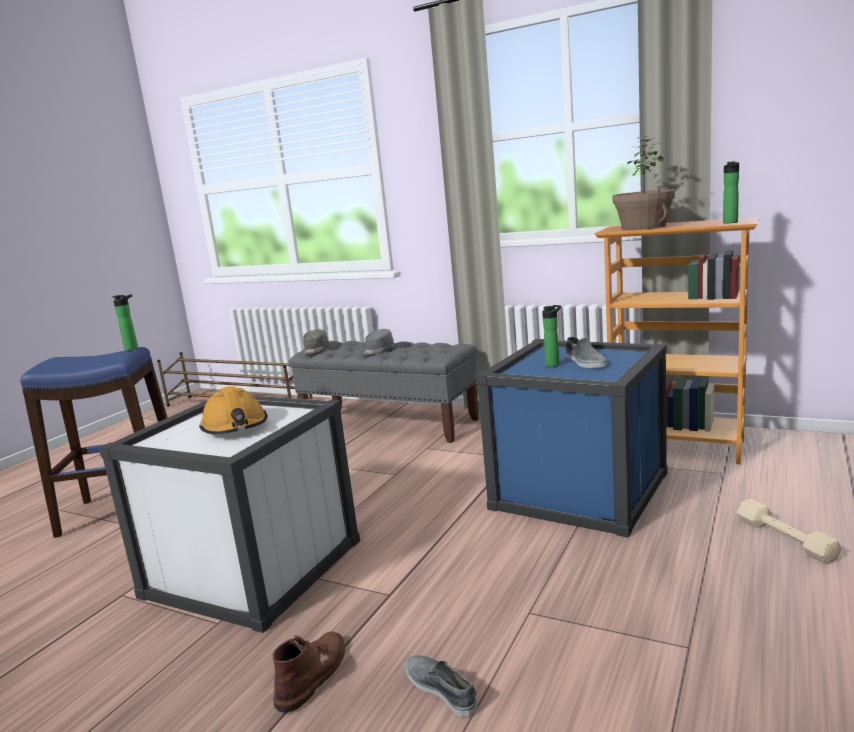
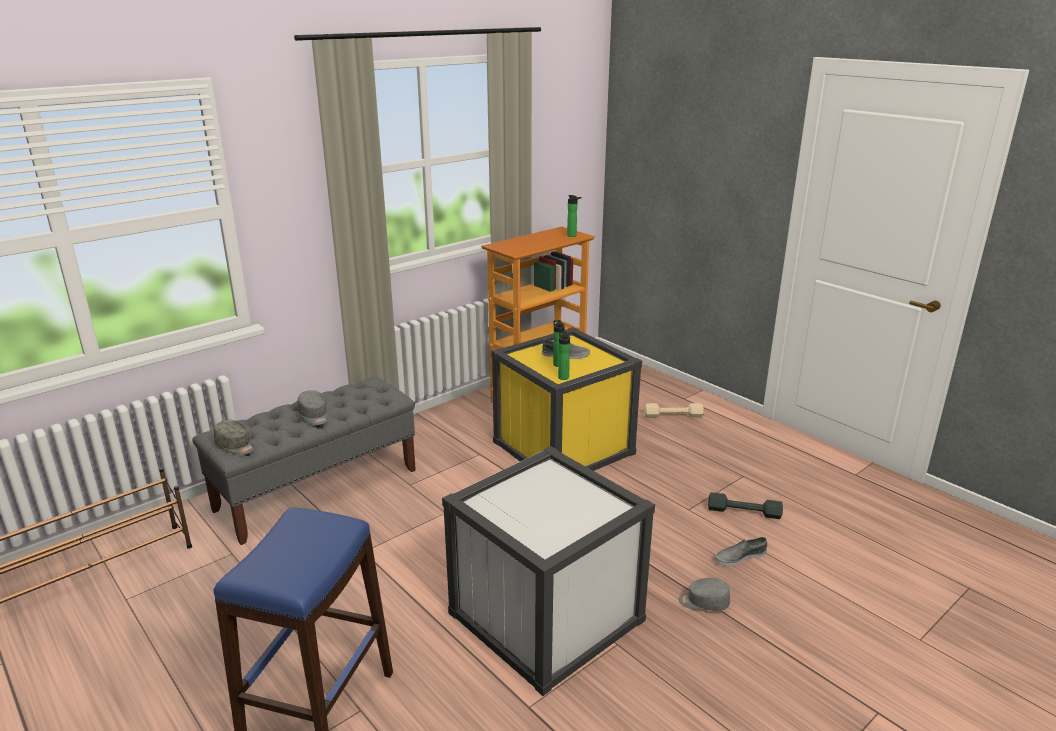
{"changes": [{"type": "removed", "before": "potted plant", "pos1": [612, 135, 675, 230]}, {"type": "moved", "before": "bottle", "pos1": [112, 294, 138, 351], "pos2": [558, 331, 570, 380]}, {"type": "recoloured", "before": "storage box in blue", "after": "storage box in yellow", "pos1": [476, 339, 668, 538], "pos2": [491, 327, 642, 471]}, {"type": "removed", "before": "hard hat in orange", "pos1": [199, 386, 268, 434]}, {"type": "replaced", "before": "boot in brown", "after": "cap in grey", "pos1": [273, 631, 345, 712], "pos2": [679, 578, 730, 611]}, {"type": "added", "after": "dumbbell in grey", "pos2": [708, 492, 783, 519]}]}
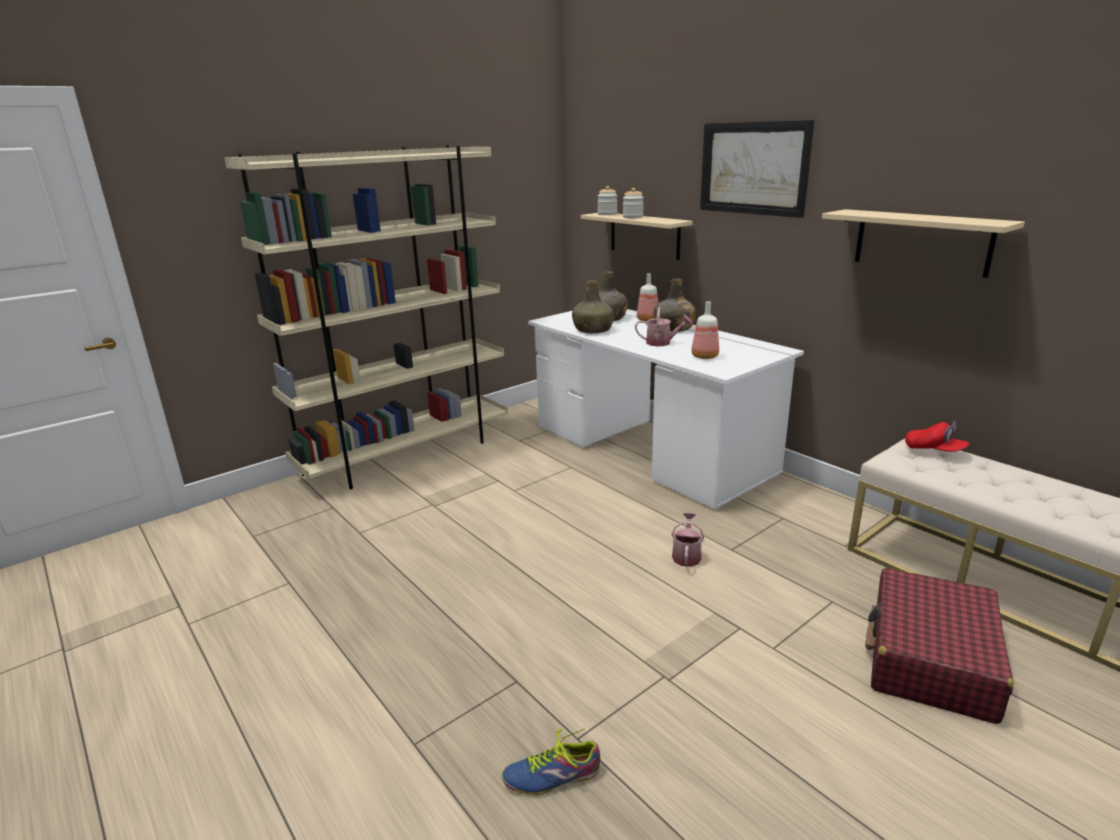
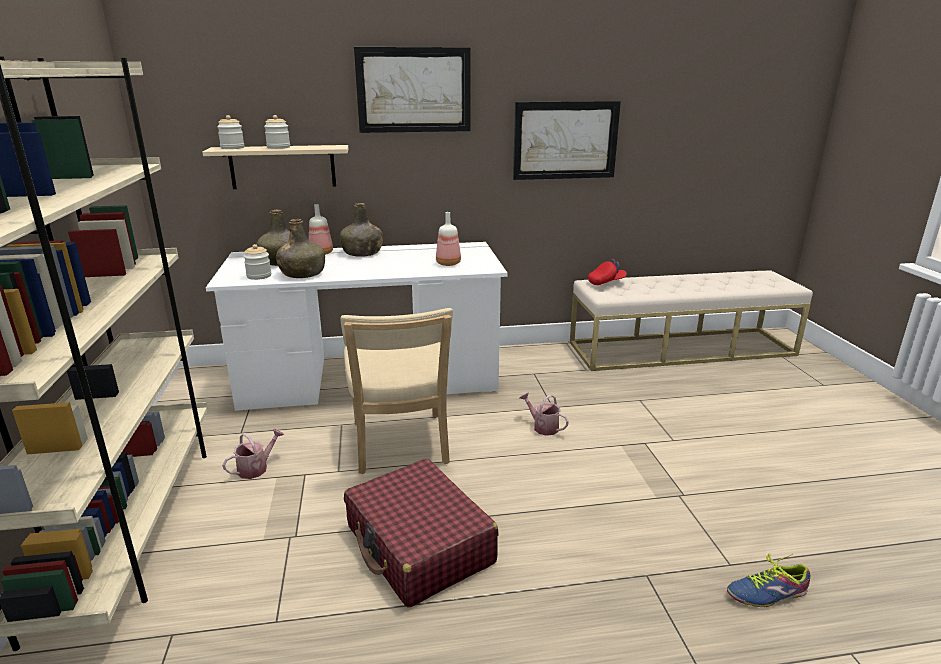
{"changes": [{"type": "replaced", "before": "shelf in beige", "after": "picture", "pos1": [822, 209, 1025, 278], "pos2": [513, 101, 621, 180]}, {"type": "moved", "before": "watering can", "pos1": [635, 307, 692, 346], "pos2": [222, 429, 284, 479]}, {"type": "moved", "before": "suitcase in red", "pos1": [865, 568, 1014, 724], "pos2": [344, 459, 499, 608]}, {"type": "turned", "before": "shoe", "pos1": [502, 728, 600, 795], "pos2": [727, 554, 810, 607], "turn": 60}, {"type": "added", "after": "jar", "pos2": [243, 244, 271, 280]}, {"type": "added", "after": "chair in beige", "pos2": [340, 308, 453, 474]}]}
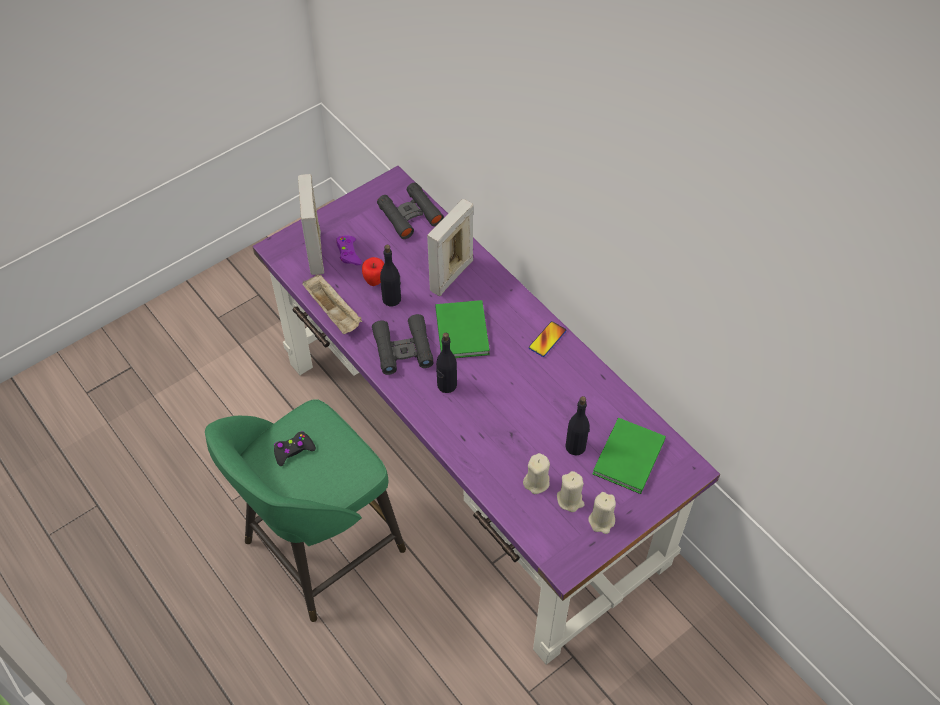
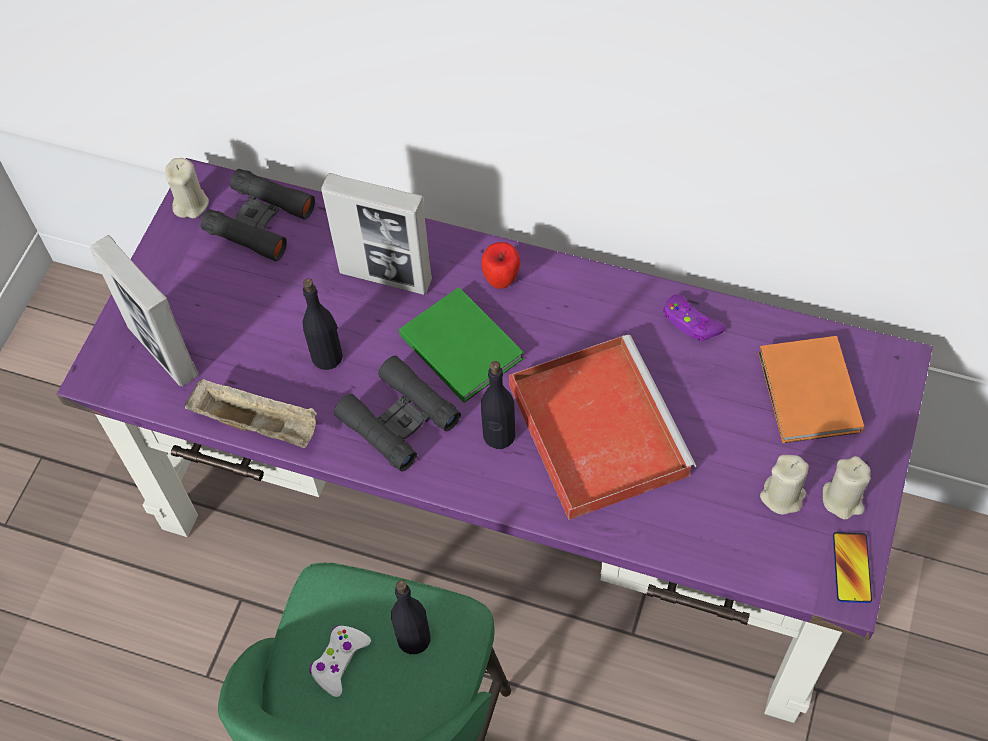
{"changes": [{"type": "turned", "before": "picture frame", "pos1": [427, 199, 474, 296], "pos2": [321, 173, 432, 295], "turn": -75}, {"type": "moved", "before": "game controller in purple", "pos1": [336, 235, 362, 265], "pos2": [663, 294, 725, 341]}, {"type": "moved", "before": "apple", "pos1": [362, 257, 384, 286], "pos2": [482, 242, 520, 289]}, {"type": "moved", "before": "phone", "pos1": [529, 321, 567, 357], "pos2": [833, 532, 872, 603]}, {"type": "moved", "before": "bottle in black", "pos1": [565, 396, 590, 456], "pos2": [391, 580, 431, 654]}, {"type": "recoloured", "before": "book in green", "after": "book in orange", "pos1": [593, 418, 666, 494], "pos2": [758, 336, 864, 443]}, {"type": "recoloured", "before": "game controller in black", "after": "game controller in white", "pos1": [274, 431, 316, 466], "pos2": [310, 625, 371, 697]}, {"type": "moved", "before": "candle in beige", "pos1": [523, 453, 550, 494], "pos2": [165, 158, 209, 218]}, {"type": "added", "after": "tray in red", "pos2": [509, 335, 696, 520]}]}
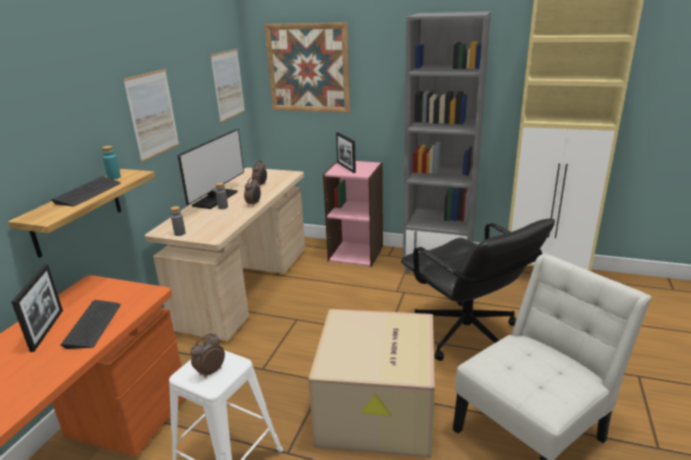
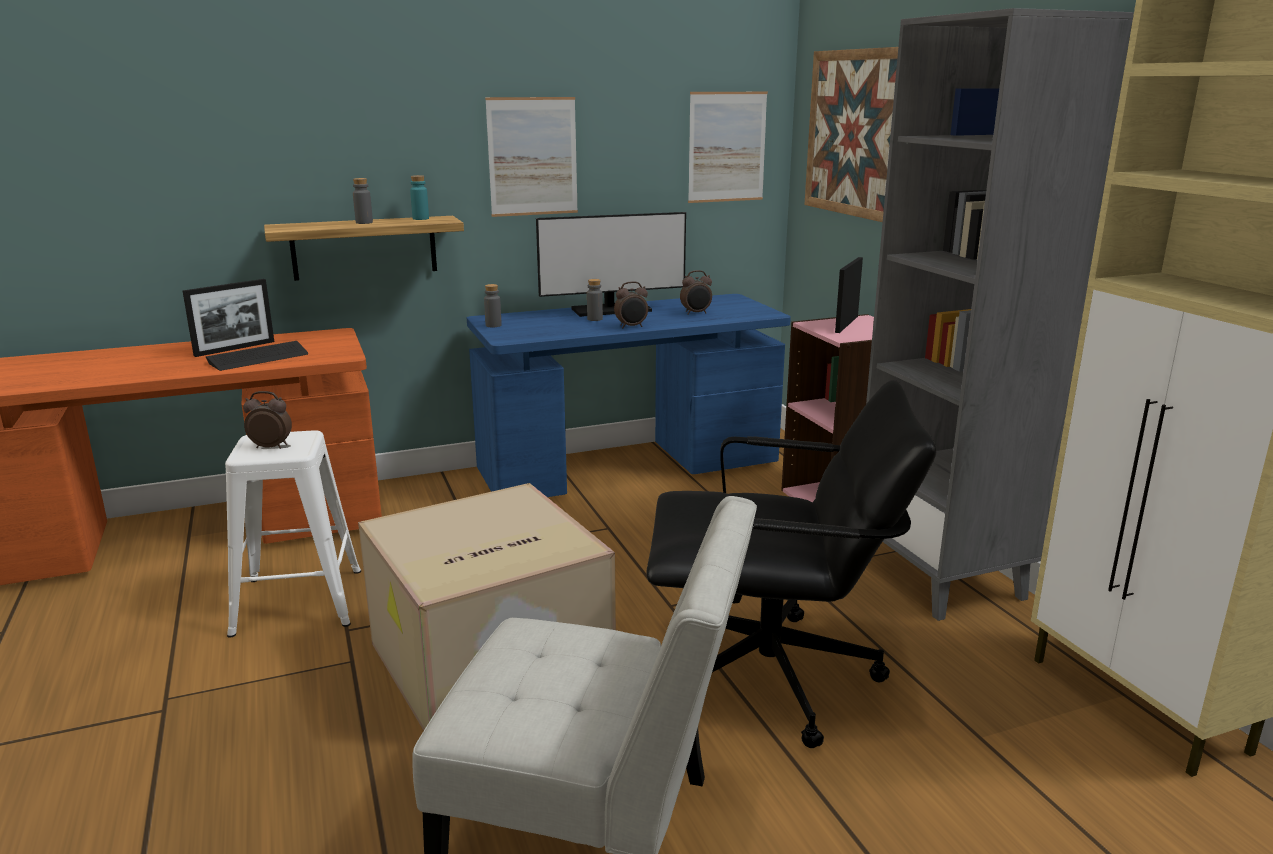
{"changes": [{"type": "recoloured", "before": "desk in beige", "after": "desk in blue", "pos1": [145, 168, 305, 341], "pos2": [467, 294, 791, 497]}, {"type": "replaced", "before": "keyboard", "after": "bottle in grey", "pos1": [51, 176, 121, 206], "pos2": [353, 178, 373, 224]}, {"type": "turned", "before": "office chair in black", "pos1": [401, 218, 555, 361], "pos2": [647, 380, 936, 748], "turn": -105}]}
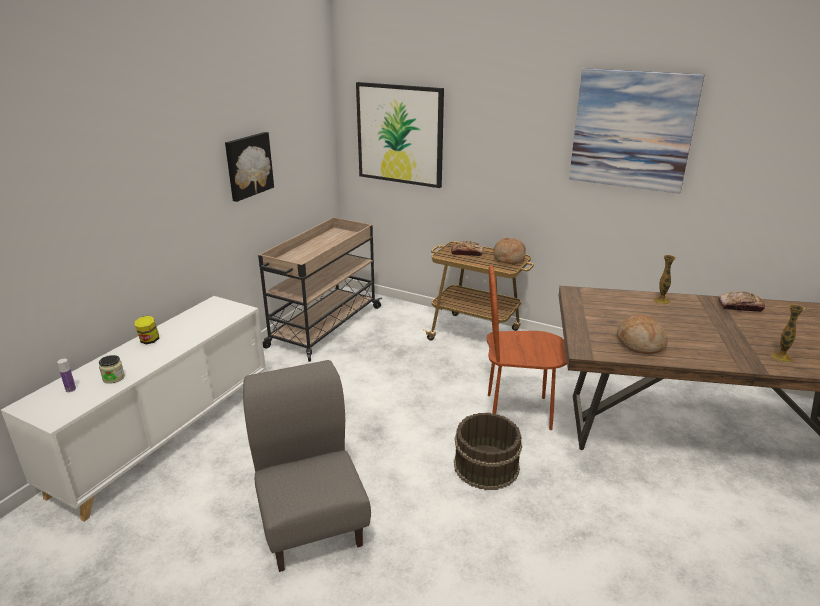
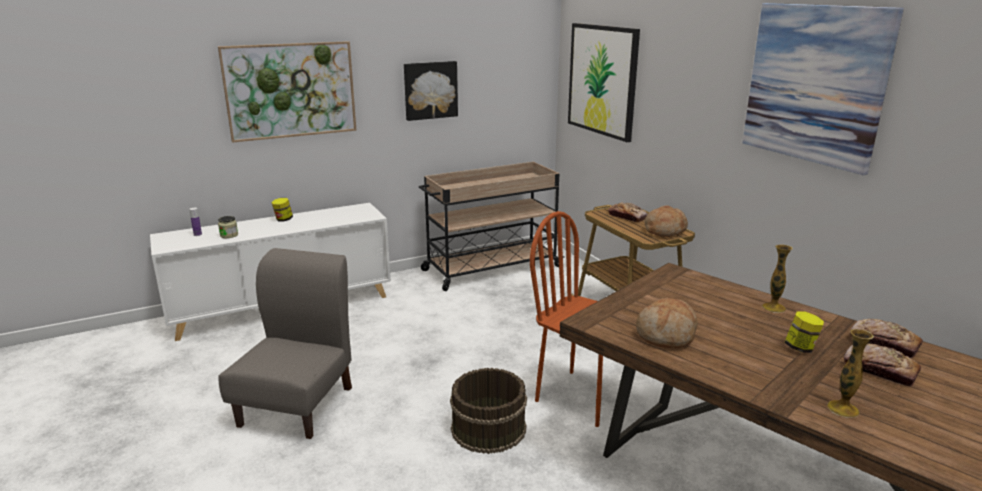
{"changes": [{"type": "added", "after": "picture", "pos2": [218, 41, 357, 143]}, {"type": "added", "after": "jar", "pos2": [784, 311, 824, 353]}, {"type": "added", "after": "bread", "pos2": [844, 343, 921, 386]}]}
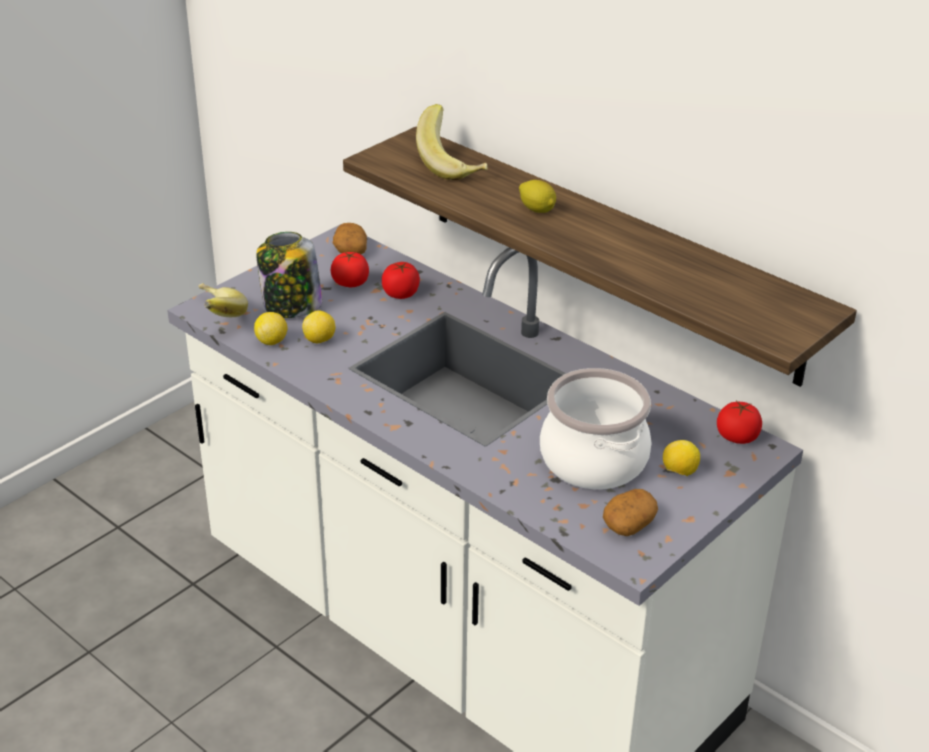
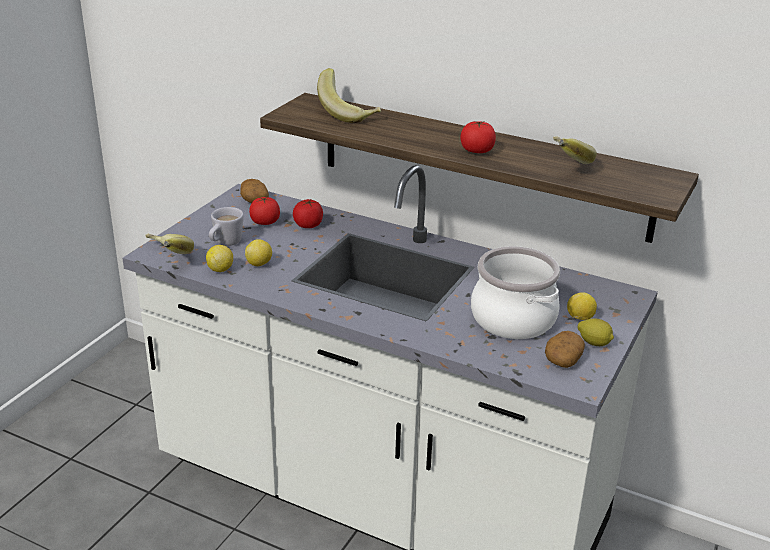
{"changes": [{"type": "moved", "before": "lemon", "pos1": [519, 180, 556, 213], "pos2": [578, 318, 614, 346]}, {"type": "replaced", "before": "jar", "after": "mug in white", "pos1": [256, 232, 322, 318], "pos2": [209, 207, 244, 246]}, {"type": "moved", "before": "tomato", "pos1": [717, 402, 762, 444], "pos2": [460, 121, 496, 153]}, {"type": "added", "after": "banana", "pos2": [553, 136, 597, 164]}]}
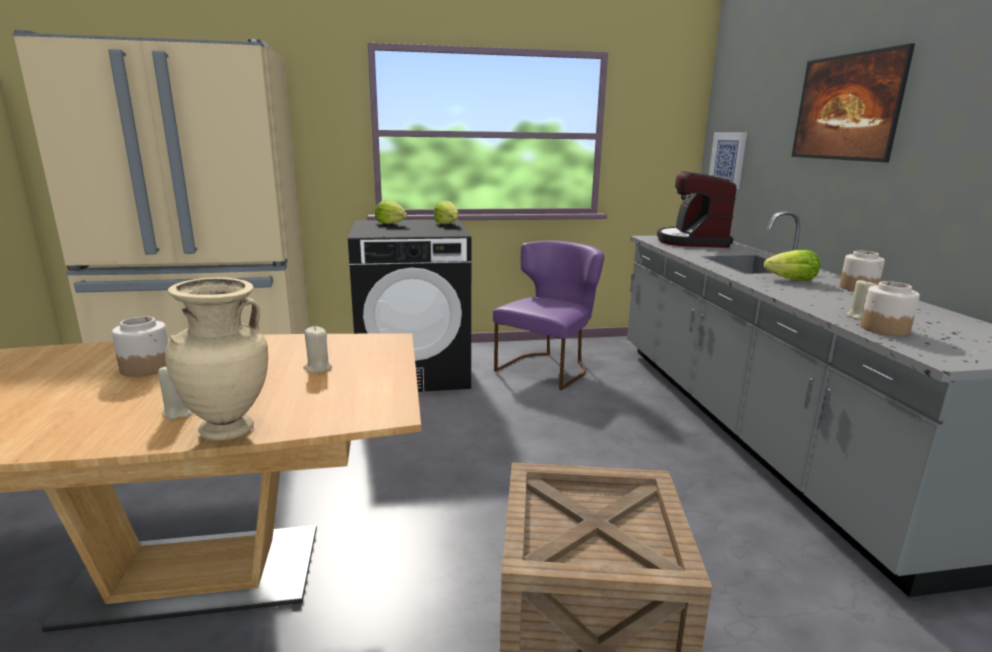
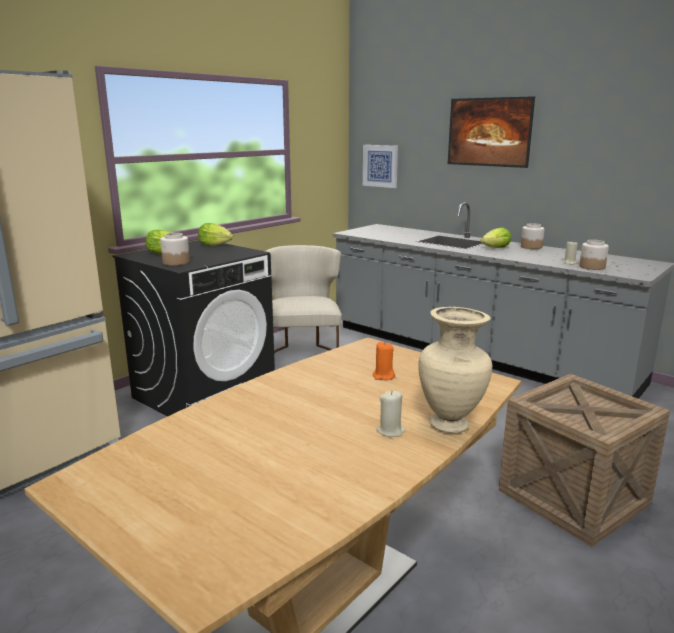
{"changes": [{"type": "removed", "before": "coffee machine", "pos1": [657, 171, 737, 248]}, {"type": "recoloured", "before": "chair in purple", "after": "chair in beige", "pos1": [493, 241, 604, 390], "pos2": [266, 245, 342, 353]}, {"type": "moved", "before": "jar", "pos1": [112, 316, 169, 377], "pos2": [160, 233, 190, 266]}, {"type": "recoloured", "before": "candle in beige", "after": "candle in orange", "pos1": [303, 326, 332, 373], "pos2": [372, 342, 395, 380]}]}
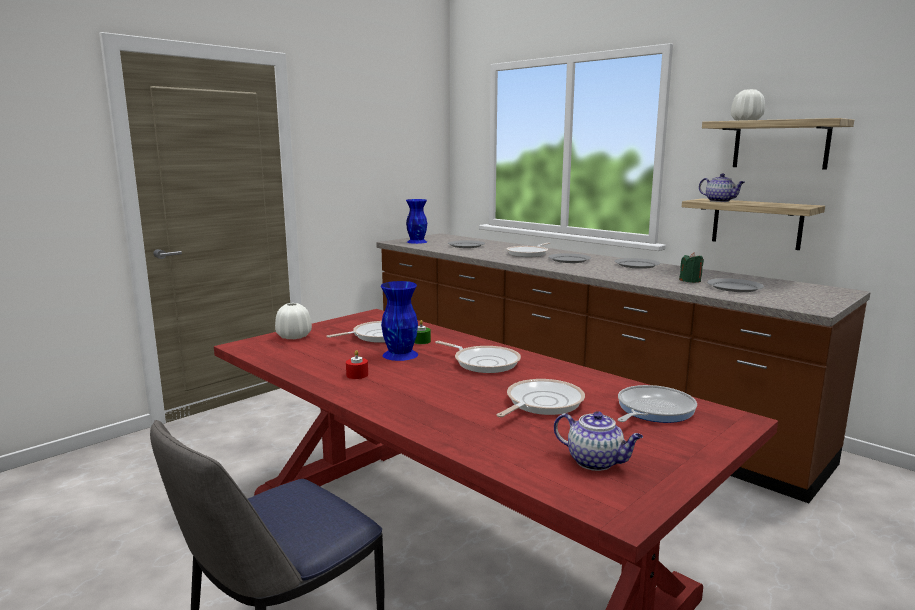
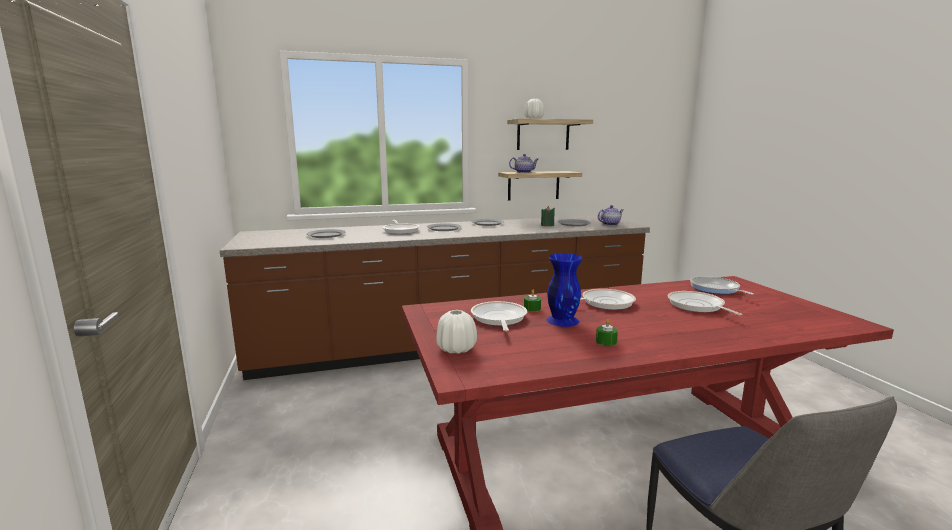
{"changes": [{"type": "removed", "before": "vase in blue", "pos1": [406, 199, 427, 244]}, {"type": "recoloured", "before": "candle in red", "after": "candle in green", "pos1": [346, 350, 368, 379], "pos2": [596, 319, 618, 346]}, {"type": "moved", "before": "teapot", "pos1": [554, 411, 643, 471], "pos2": [598, 205, 624, 226]}]}
